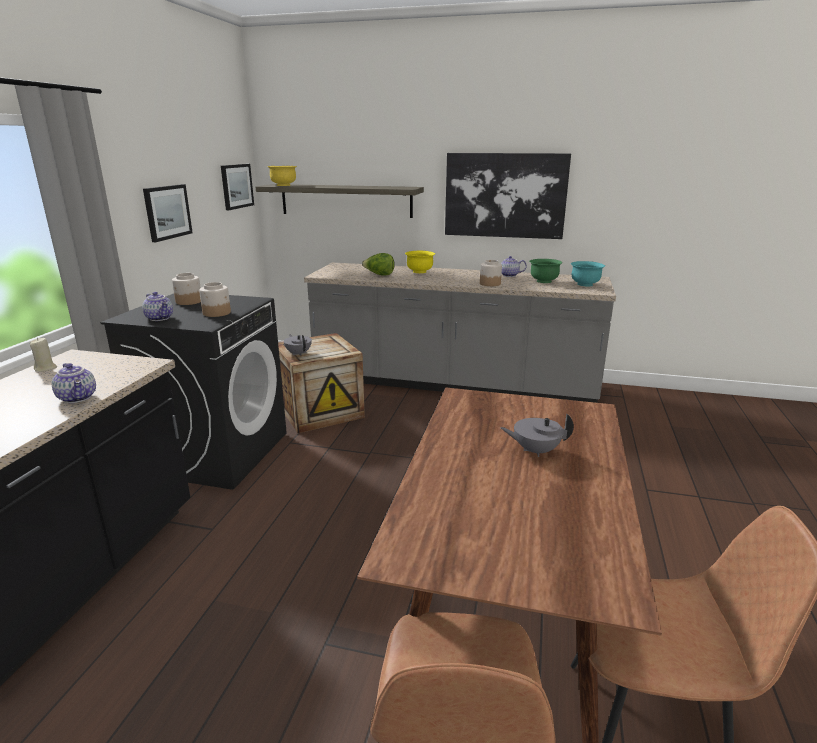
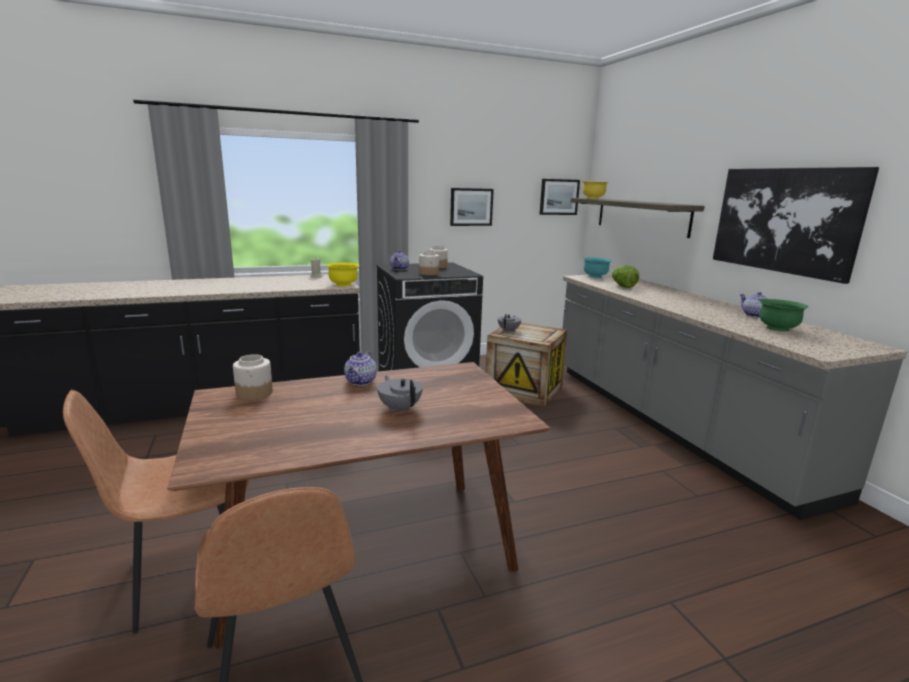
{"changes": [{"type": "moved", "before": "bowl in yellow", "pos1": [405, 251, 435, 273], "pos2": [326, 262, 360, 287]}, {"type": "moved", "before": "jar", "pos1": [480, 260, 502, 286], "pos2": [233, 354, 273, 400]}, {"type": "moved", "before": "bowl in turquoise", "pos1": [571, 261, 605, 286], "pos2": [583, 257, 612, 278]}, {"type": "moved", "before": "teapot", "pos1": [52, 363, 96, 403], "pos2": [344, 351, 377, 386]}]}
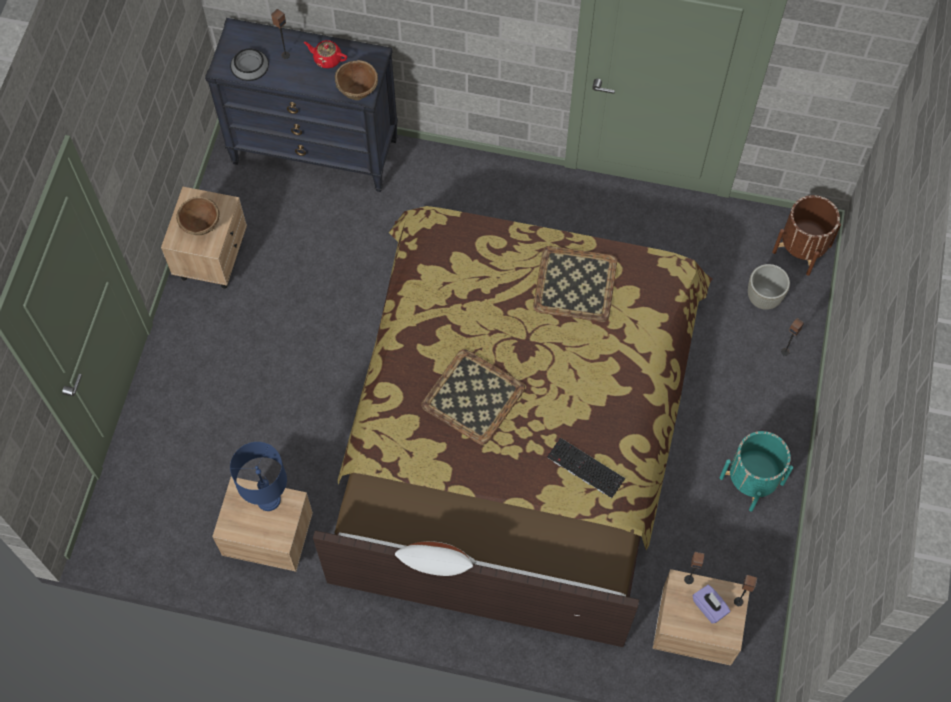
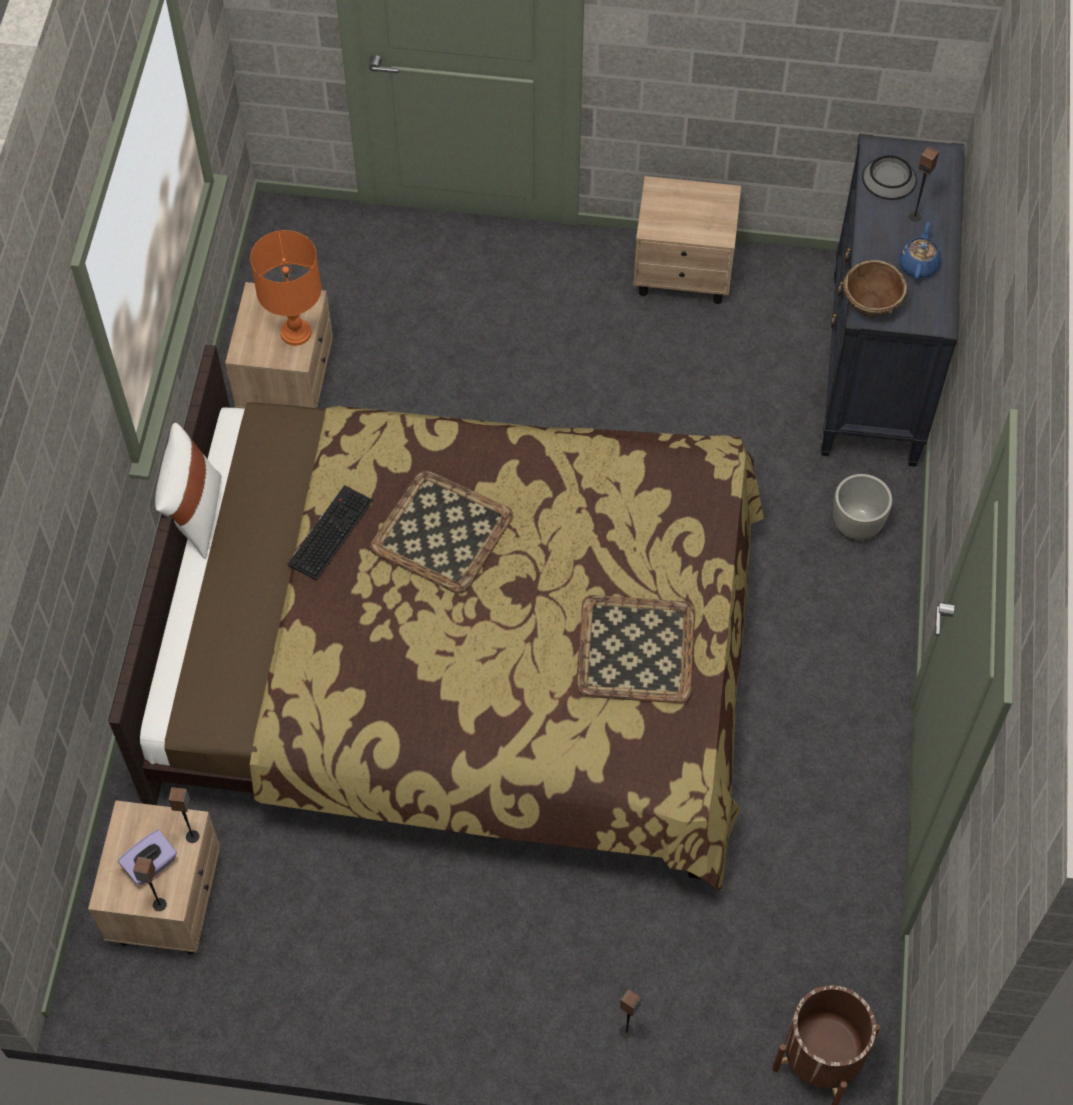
{"changes": [{"type": "recoloured", "before": "teapot in red", "after": "teapot in blue", "pos1": [304, 40, 347, 68], "pos2": [899, 222, 941, 280]}, {"type": "removed", "before": "bowl in brown", "pos1": [176, 197, 220, 235]}, {"type": "moved", "before": "planter in grey", "pos1": [748, 264, 790, 310], "pos2": [833, 474, 892, 540]}, {"type": "removed", "before": "planter in turquoise", "pos1": [719, 431, 793, 512]}, {"type": "moved", "before": "keyboard", "pos1": [547, 438, 625, 498], "pos2": [287, 485, 373, 580]}, {"type": "recoloured", "before": "table lamp in blue", "after": "table lamp in orange", "pos1": [230, 442, 287, 511], "pos2": [250, 230, 321, 346]}]}
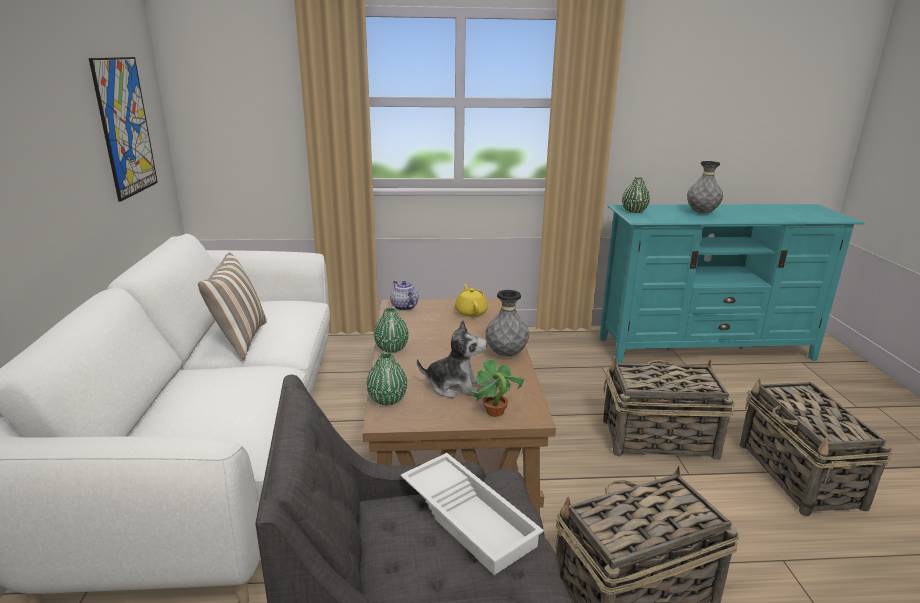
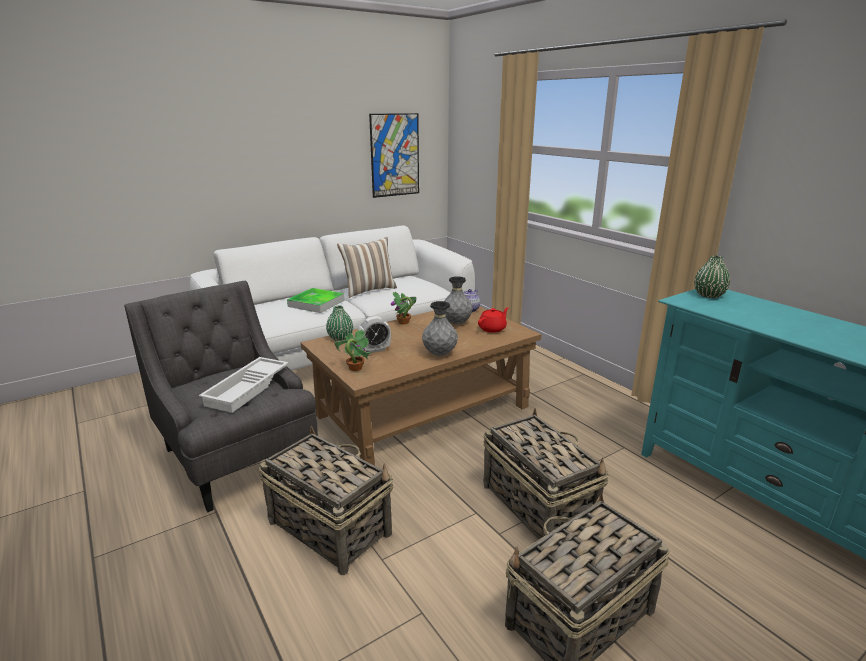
{"changes": [{"type": "moved", "before": "vase in grey", "pos1": [687, 161, 723, 214], "pos2": [444, 276, 472, 325]}, {"type": "recoloured", "before": "teapot in yellow", "after": "teapot in red", "pos1": [455, 284, 488, 317], "pos2": [478, 307, 509, 333]}, {"type": "replaced", "before": "vase in green", "after": "potted plant", "pos1": [374, 307, 409, 353], "pos2": [391, 292, 416, 325]}, {"type": "replaced", "before": "plush toy", "after": "alarm clock", "pos1": [417, 320, 487, 398], "pos2": [358, 316, 391, 353]}, {"type": "added", "after": "tray", "pos2": [287, 288, 344, 313]}]}
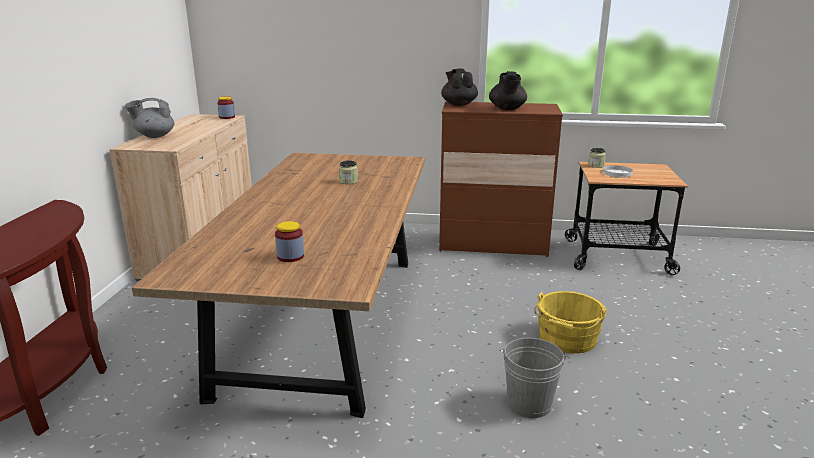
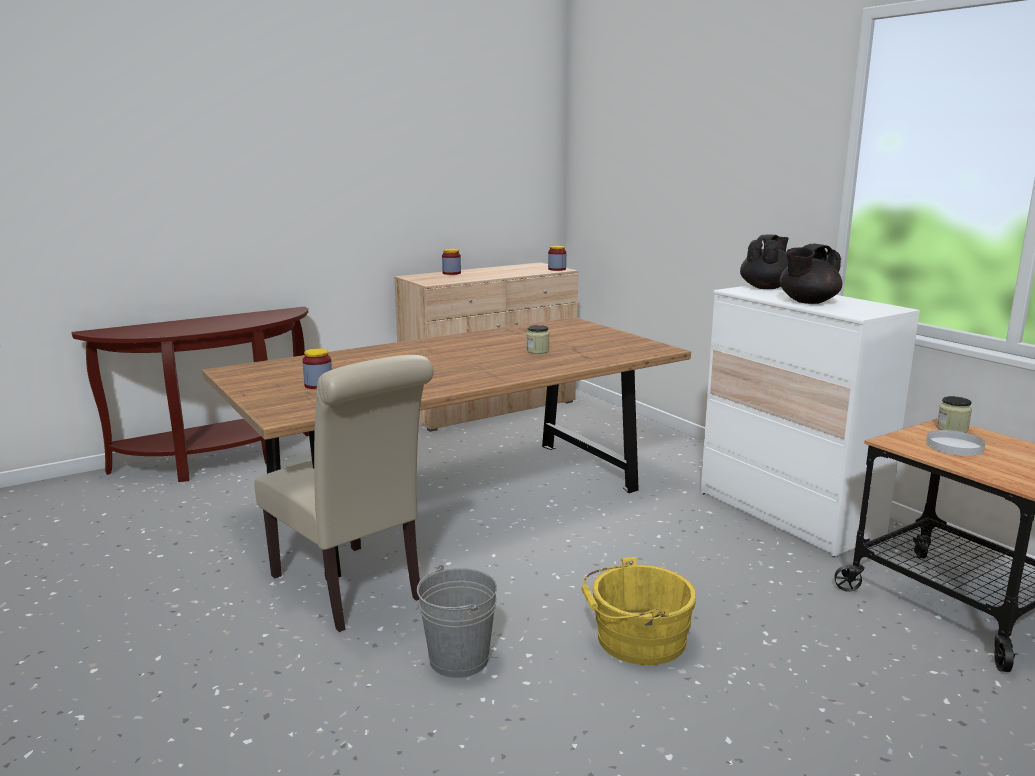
{"changes": [{"type": "replaced", "before": "teapot in grey", "after": "jar", "pos1": [125, 98, 174, 138], "pos2": [442, 249, 461, 275]}, {"type": "recoloured", "before": "dresser in brown", "after": "dresser in white", "pos1": [439, 101, 563, 257], "pos2": [701, 285, 920, 557]}, {"type": "added", "after": "chair in beige", "pos2": [254, 355, 434, 632]}]}
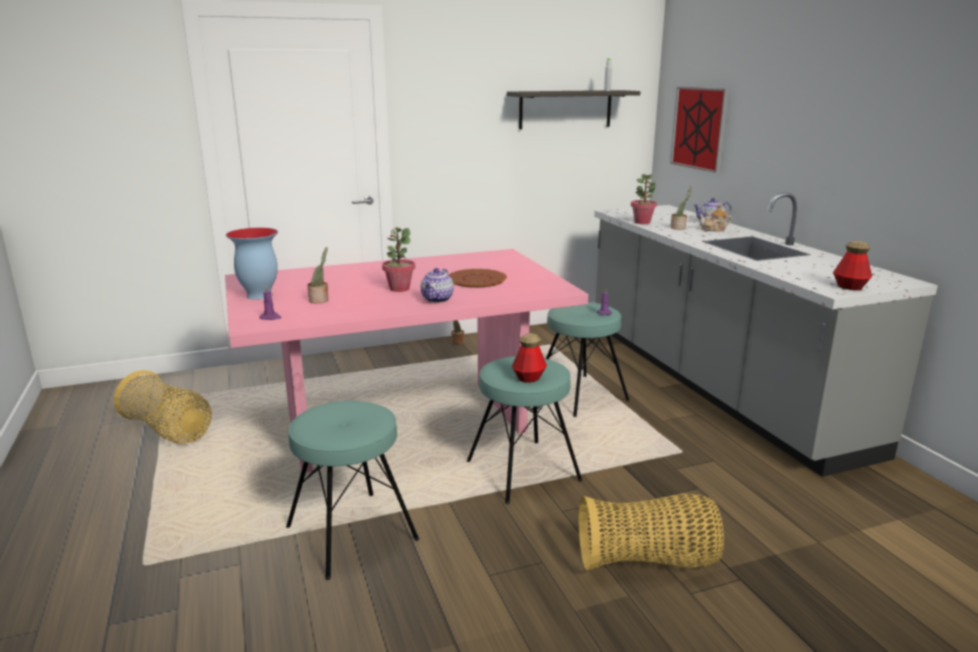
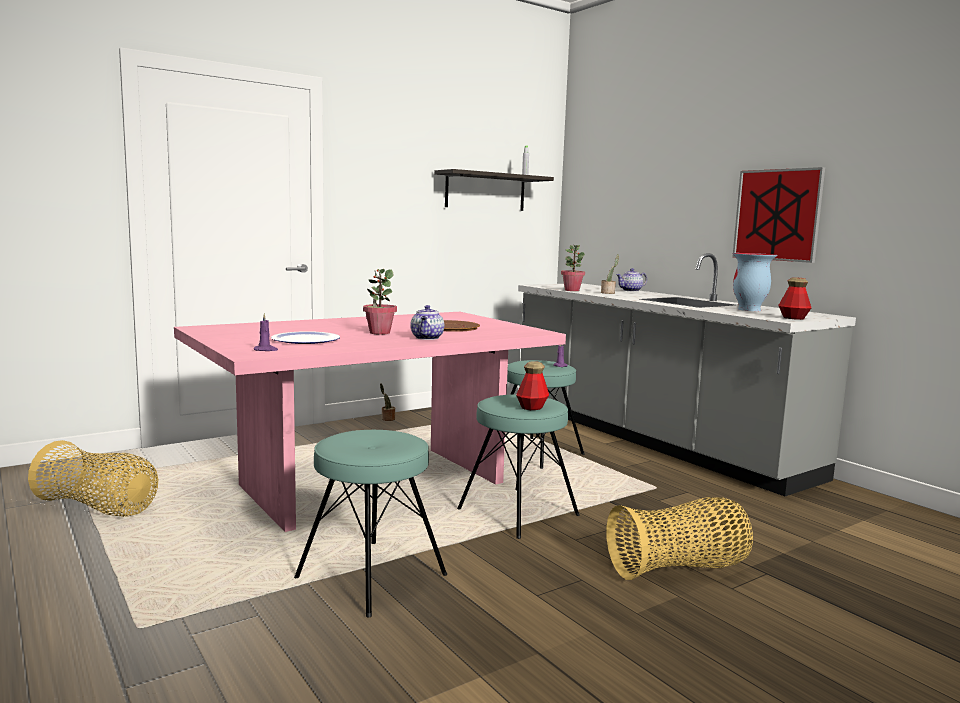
{"changes": [{"type": "moved", "before": "picture", "pos1": [670, 87, 729, 173], "pos2": [733, 167, 825, 263]}, {"type": "removed", "before": "teapot", "pos1": [699, 204, 732, 232]}, {"type": "moved", "before": "vase", "pos1": [226, 228, 278, 300], "pos2": [732, 253, 777, 311]}, {"type": "replaced", "before": "potted plant", "after": "plate", "pos1": [307, 247, 329, 304], "pos2": [271, 331, 340, 344]}]}
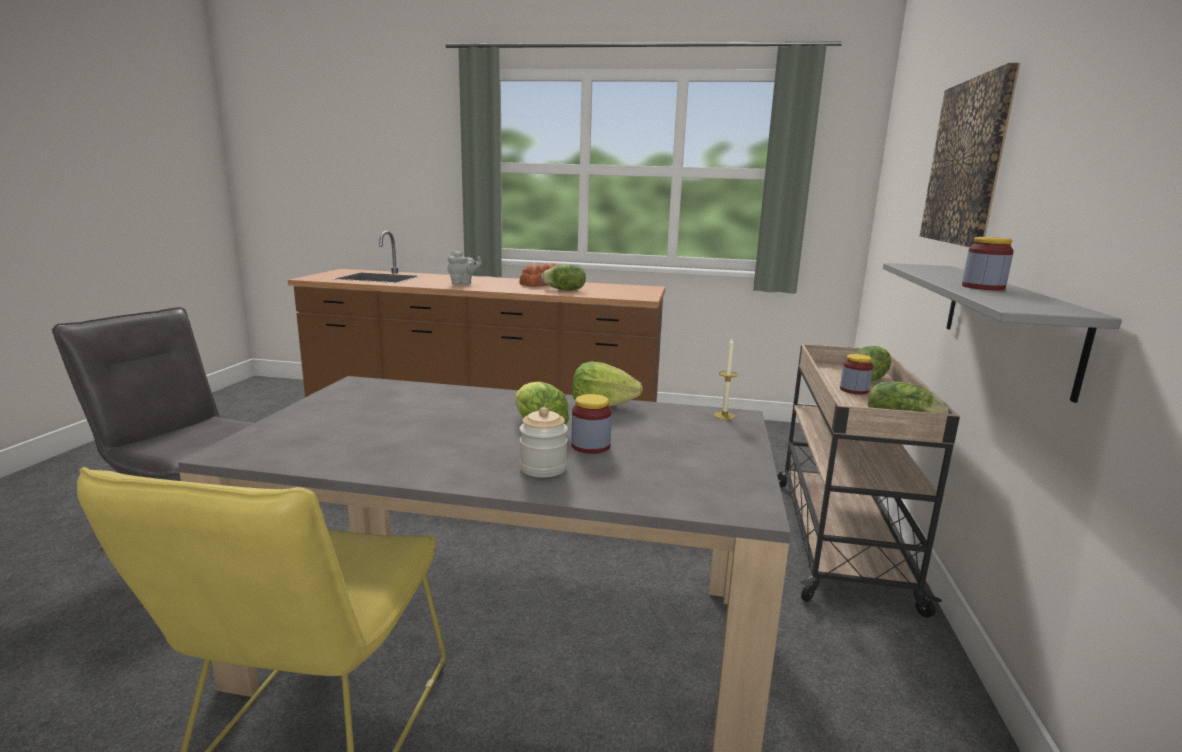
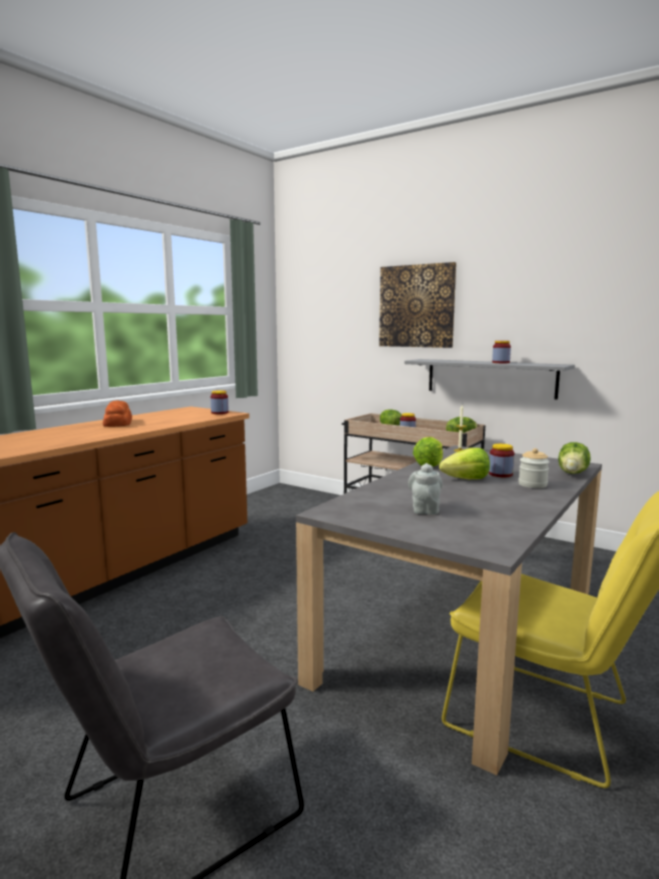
{"changes": [{"type": "moved", "before": "teapot in grey", "pos1": [447, 251, 482, 284], "pos2": [408, 463, 443, 515]}, {"type": "moved", "before": "lettuce", "pos1": [541, 264, 586, 290], "pos2": [558, 442, 591, 474]}, {"type": "added", "after": "jar", "pos2": [210, 390, 229, 414]}]}
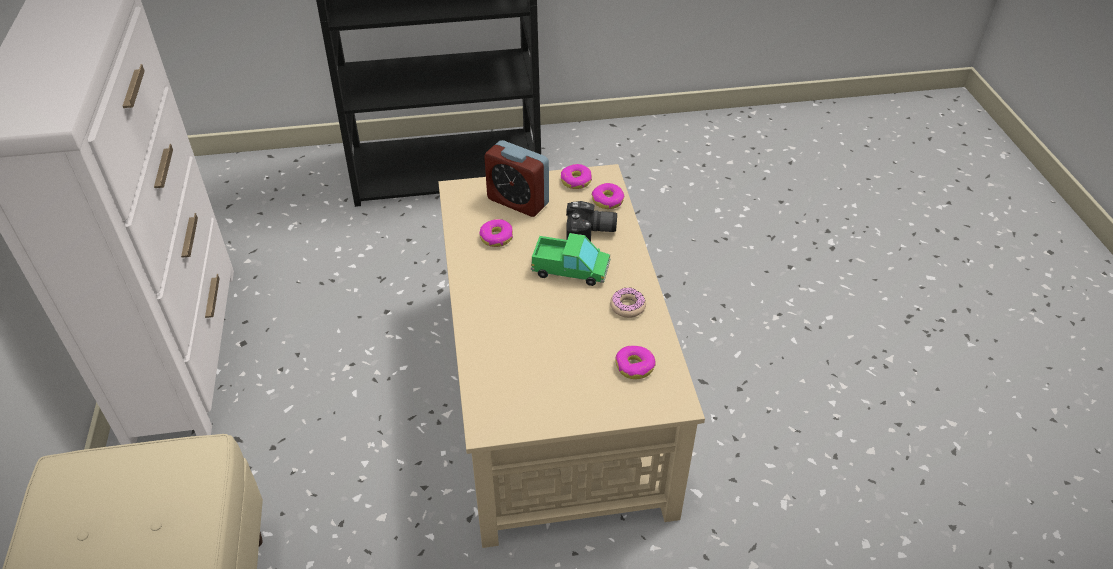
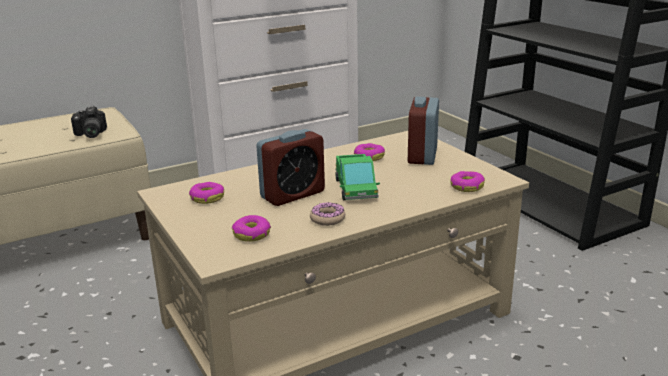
{"changes": [{"type": "moved", "before": "donut", "pos1": [561, 164, 592, 189], "pos2": [189, 182, 224, 204]}, {"type": "moved", "before": "photo camera", "pos1": [566, 201, 617, 241], "pos2": [71, 106, 107, 138]}, {"type": "added", "after": "alarm clock", "pos2": [256, 129, 325, 206]}]}
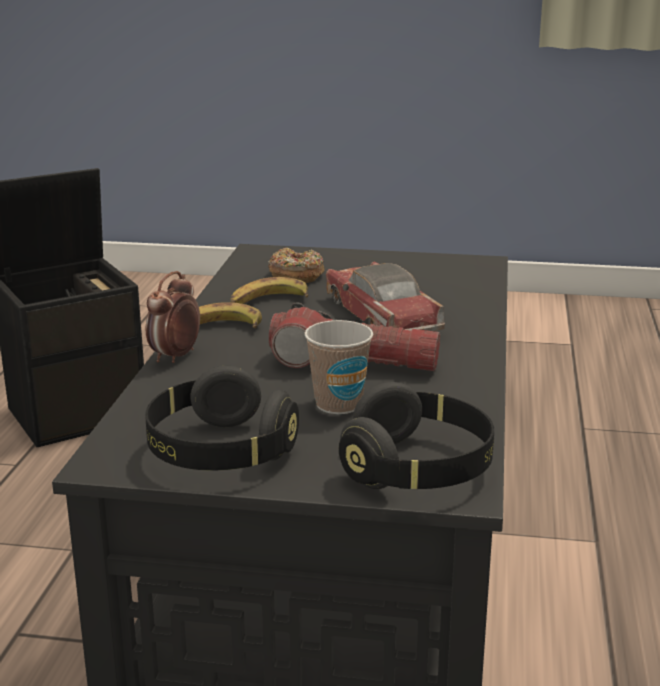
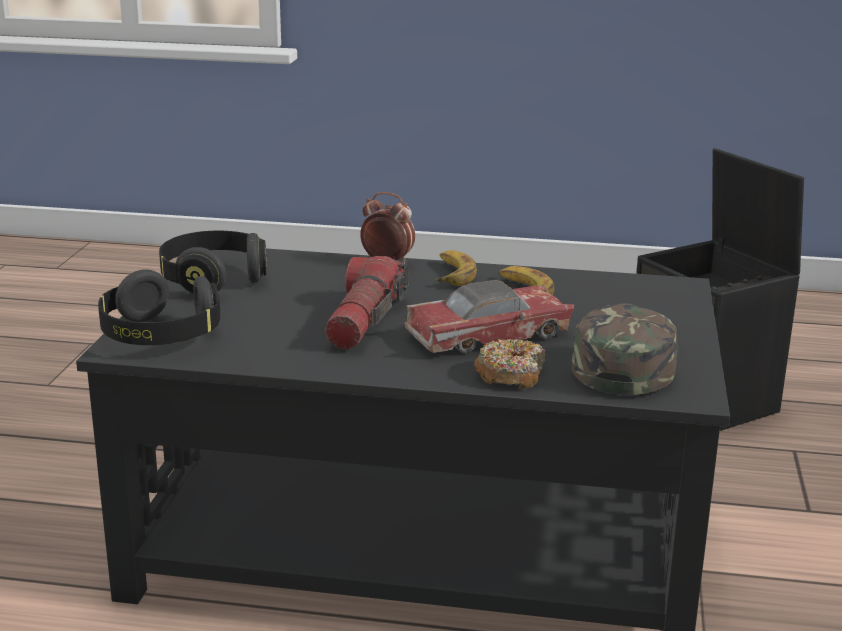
{"changes": [{"type": "moved", "before": "donut", "pos1": [268, 248, 325, 283], "pos2": [474, 339, 545, 389]}, {"type": "removed", "before": "cup", "pos1": [304, 320, 373, 414]}, {"type": "added", "after": "cap in green", "pos2": [572, 303, 678, 395]}]}
